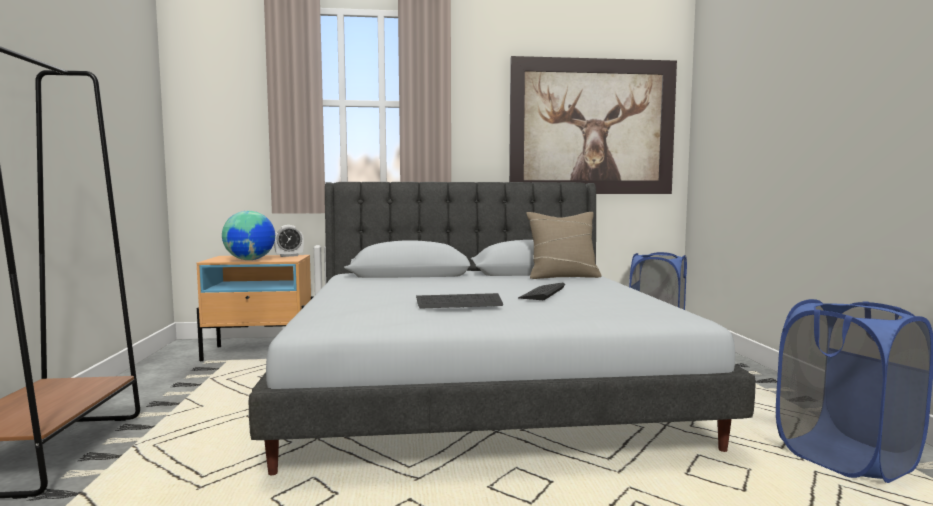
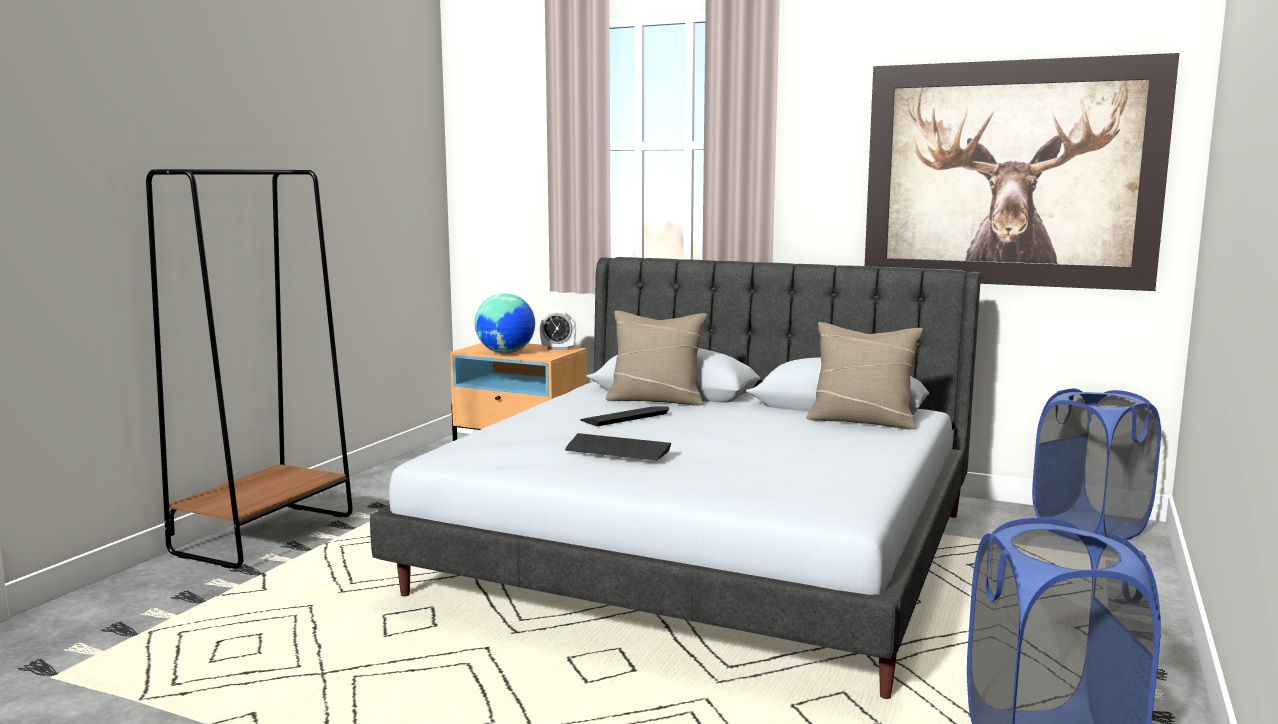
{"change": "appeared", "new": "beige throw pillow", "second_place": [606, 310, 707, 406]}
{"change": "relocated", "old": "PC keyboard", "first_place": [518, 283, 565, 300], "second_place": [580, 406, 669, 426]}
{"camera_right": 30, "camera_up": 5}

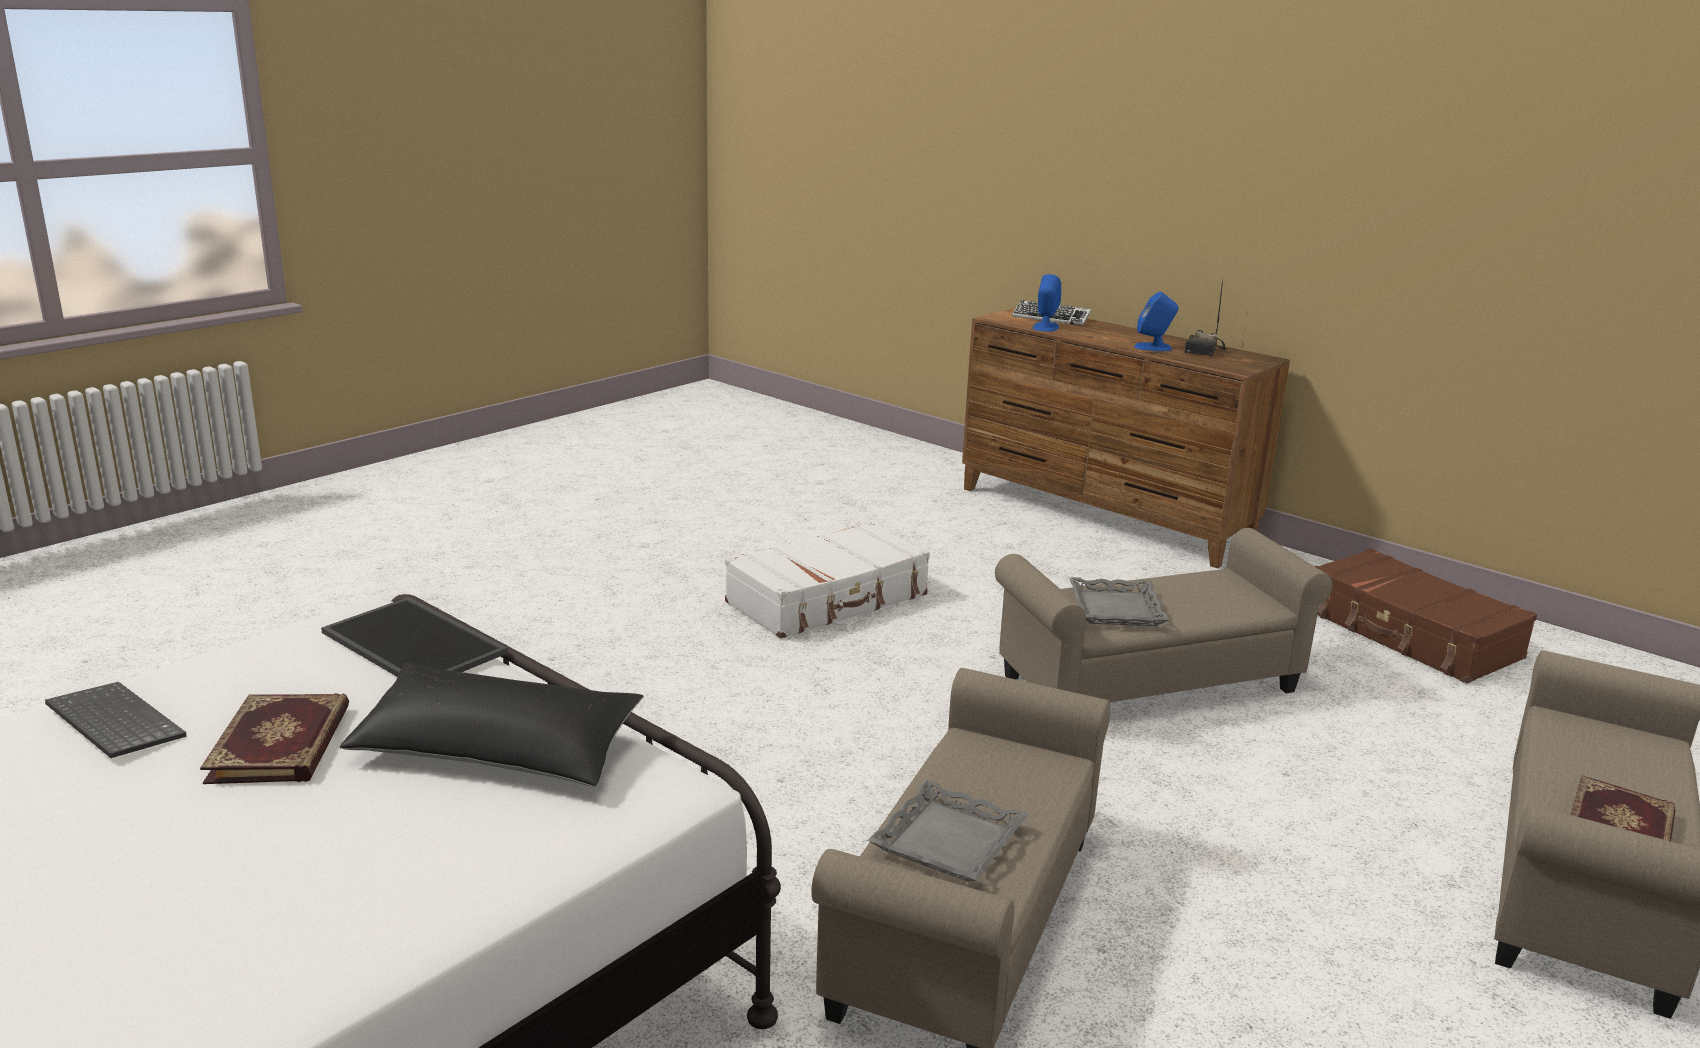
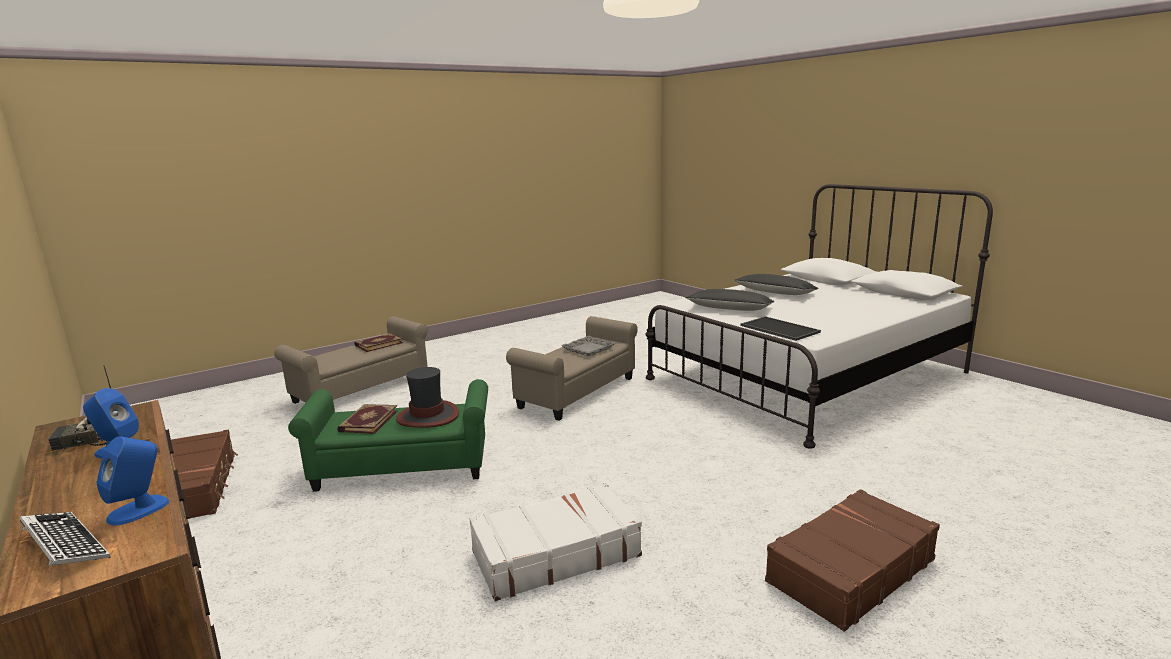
{"change": "missing", "old": "PC keyboard", "first_place": [45, 682, 186, 758]}
{"change": "appeared", "new": "black-coloured throw pillow", "second_place": [734, 274, 819, 295]}
{"change": "appeared", "new": "brown suitcase", "second_place": [765, 489, 940, 631]}
{"change": "relocated", "old": "bound book", "first_place": [200, 693, 349, 784], "second_place": [337, 404, 398, 434]}
{"change": "exchanged", "old": "gray carrying tray", "new": "clothing hat", "first_place": [1069, 577, 1169, 626], "second_place": [396, 367, 459, 428]}
{"change": "colour", "old": "beige pouffe", "new": "green pouffe", "first_place": [995, 528, 1333, 702], "second_place": [288, 379, 488, 492]}
{"change": "spun", "old": "radio", "first_place": [1184, 279, 1225, 356], "second_place": [49, 366, 111, 451], "degrees": -150}
{"camera_right": -165, "camera_up": -5}

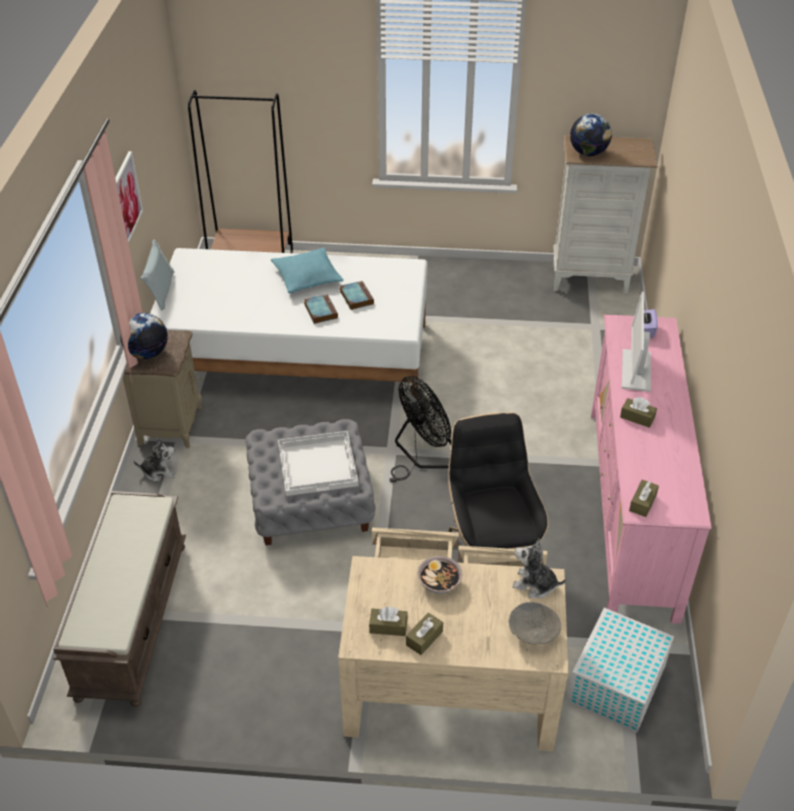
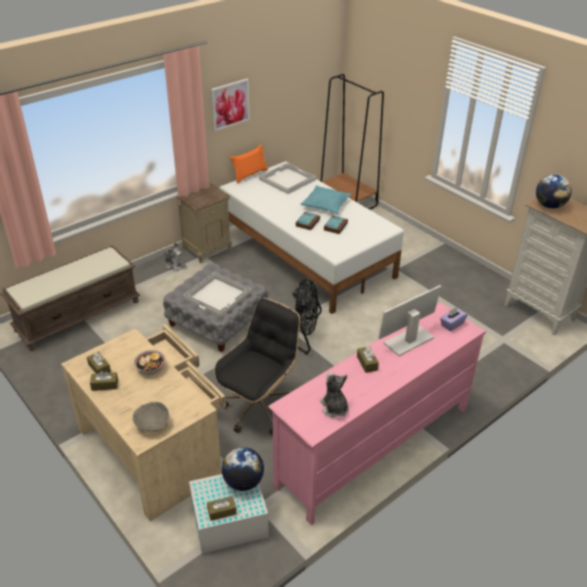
{"change": "appeared", "new": "whitish carrying tray", "second_place": [259, 163, 316, 194]}
{"change": "relocated", "old": "world globe", "first_place": [120, 313, 168, 359], "second_place": [221, 447, 264, 491]}
{"change": "relocated", "old": "soft toy", "first_place": [512, 538, 566, 598], "second_place": [320, 372, 349, 418]}
{"change": "relocated", "old": "brown tissue box", "first_place": [629, 480, 659, 517], "second_place": [207, 496, 236, 521]}
{"change": "colour", "old": "blue throw pillow", "new": "orange throw pillow", "first_place": [141, 239, 174, 310], "second_place": [230, 145, 268, 183]}
{"camera_right": 45, "camera_up": -5}

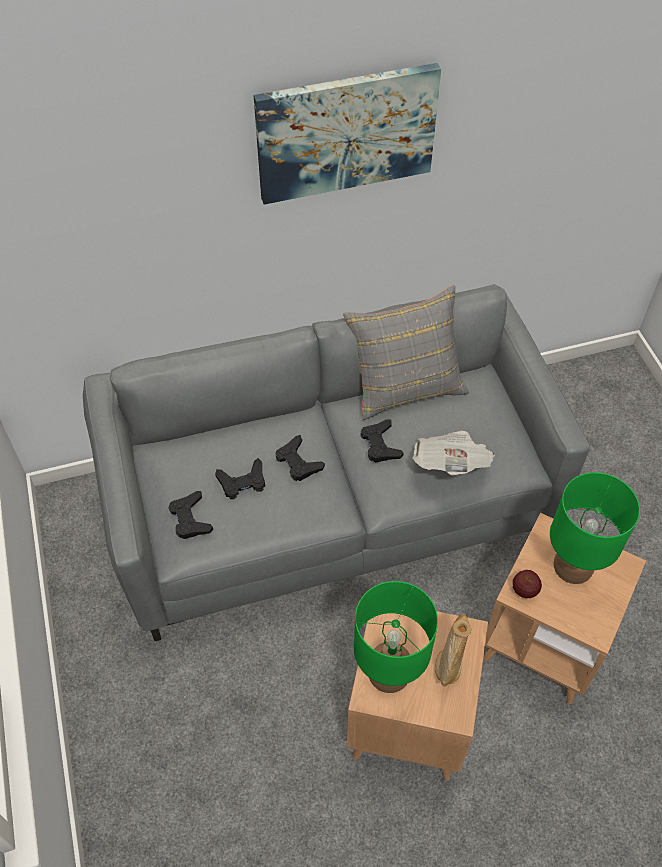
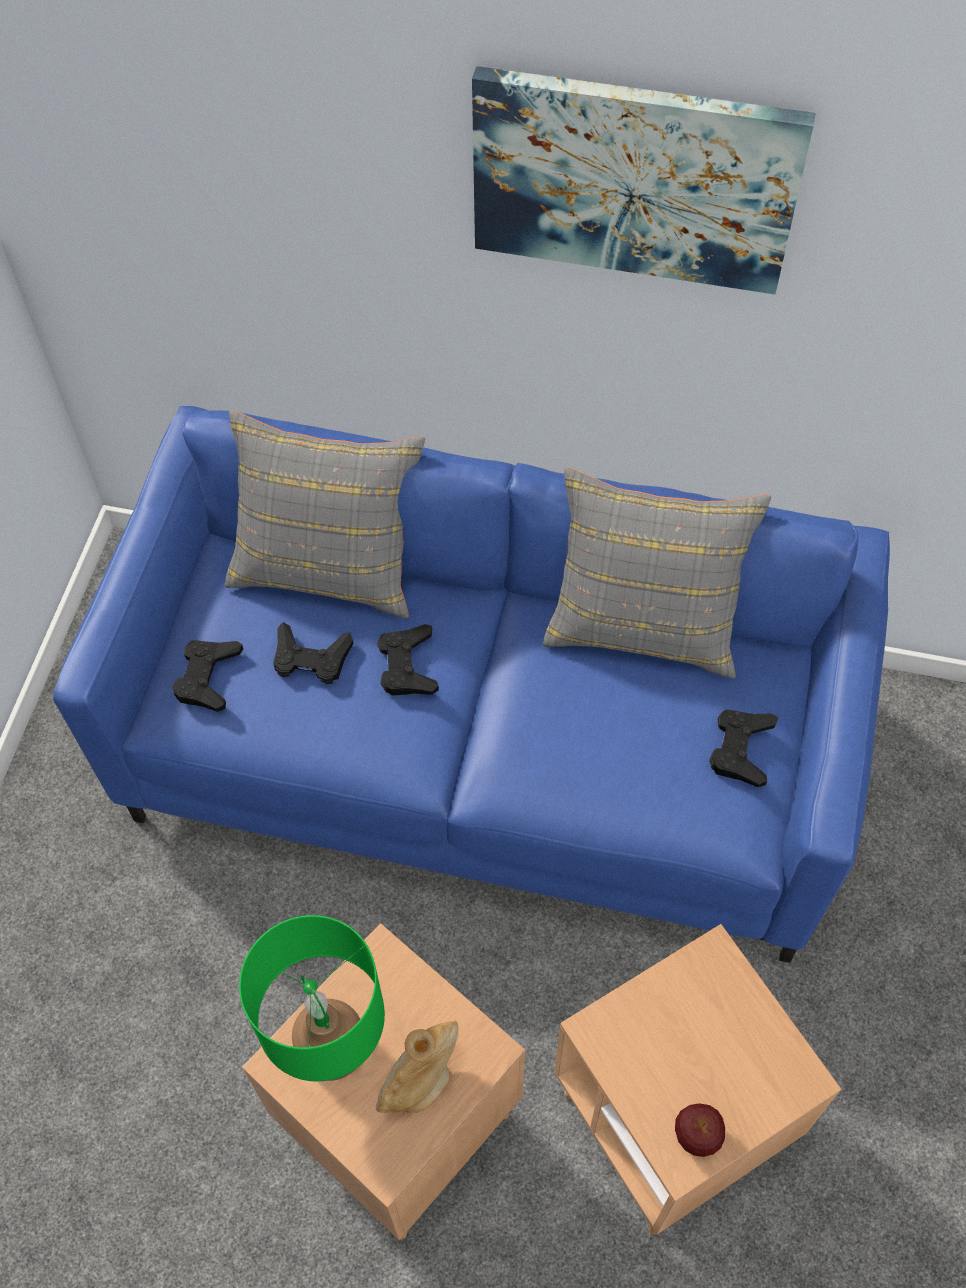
{"change": "missing", "old": "daily paper", "first_place": [413, 431, 495, 475]}
{"change": "missing", "old": "green table lamp", "first_place": [550, 472, 640, 584]}
{"change": "appeared", "new": "gray throw pillow", "second_place": [225, 410, 425, 618]}
{"change": "relocated", "old": "black-coloured gamepad", "first_place": [361, 419, 403, 462], "second_place": [709, 710, 778, 787]}
{"change": "relocated", "old": "apple", "first_place": [512, 570, 542, 598], "second_place": [675, 1103, 725, 1157]}
{"change": "colour", "old": "gray couch", "new": "blue couch", "first_place": [83, 284, 590, 641], "second_place": [53, 406, 890, 963]}
{"camera_right": 30, "camera_up": 5}

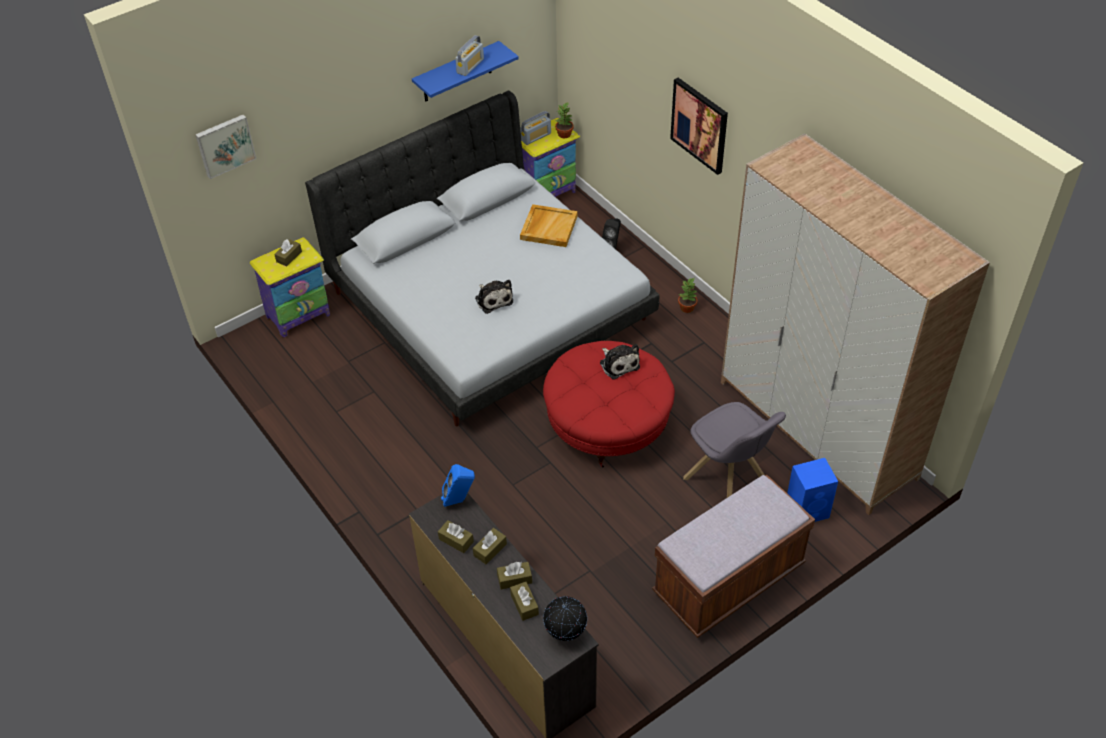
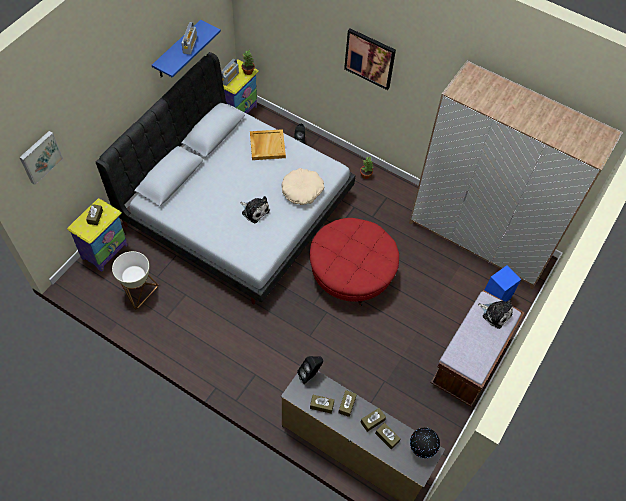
{"change": "missing", "old": "gray plain chair", "first_place": [683, 402, 786, 498]}
{"change": "appeared", "new": "plant pot", "second_place": [112, 251, 158, 309]}
{"change": "appeared", "new": "beige throw pillow", "second_place": [282, 168, 324, 205]}
{"change": "relocated", "old": "soft toy", "first_place": [600, 344, 640, 380], "second_place": [478, 299, 513, 329]}
{"change": "colour", "old": "blue speaker", "new": "black-coloured speaker", "first_place": [441, 464, 475, 507], "second_place": [297, 356, 323, 384]}
{"camera_right": -25, "camera_up": 10}

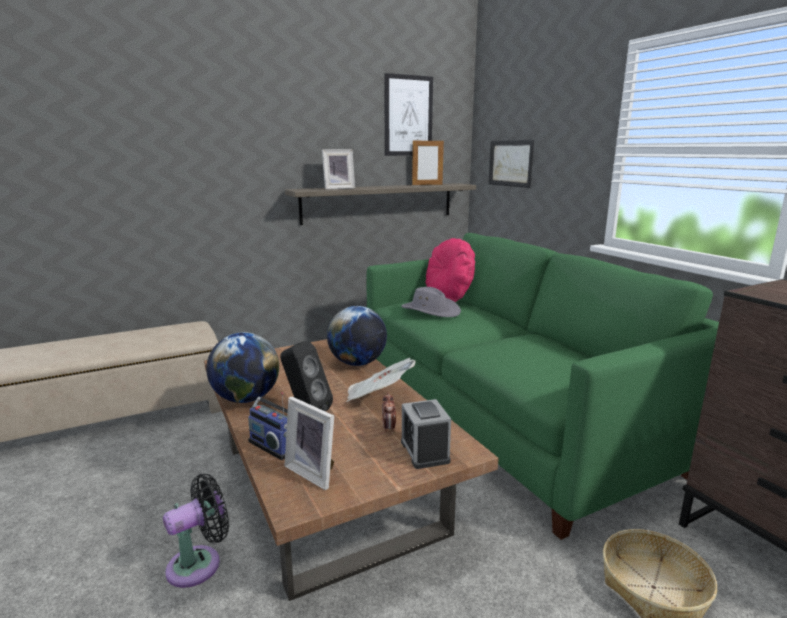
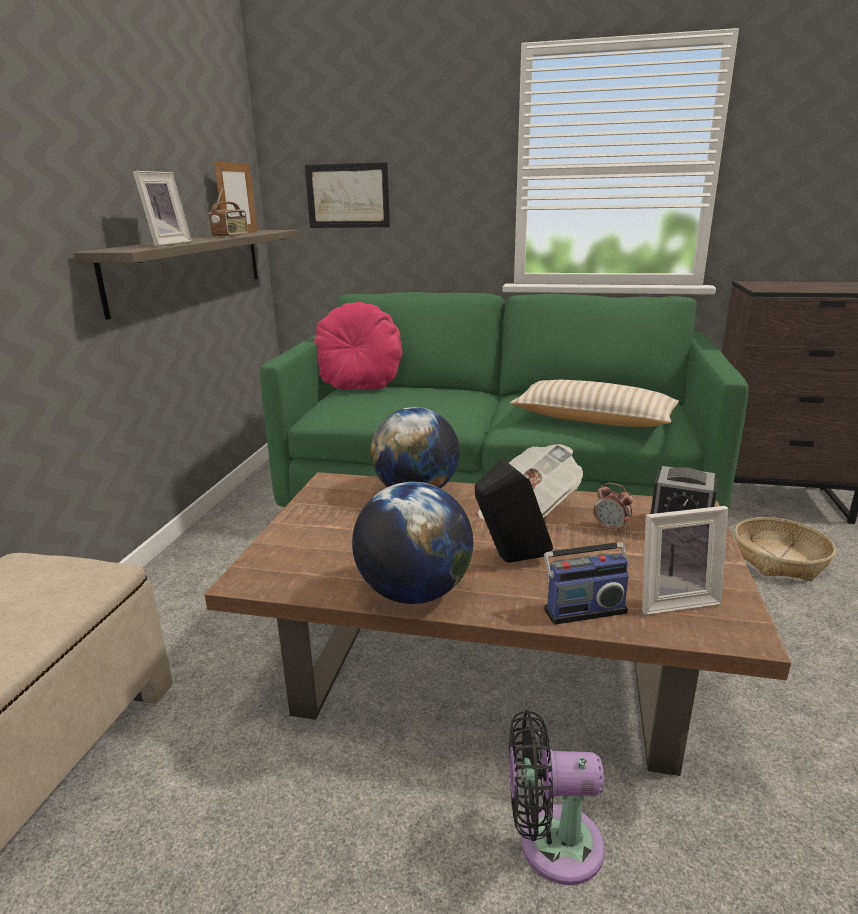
{"change": "missing", "old": "wall picture", "first_place": [384, 73, 433, 156]}
{"change": "missing", "old": "gray clothing hat", "first_place": [401, 287, 461, 317]}
{"change": "appeared", "new": "radio", "second_place": [208, 188, 248, 237]}
{"change": "appeared", "new": "beige throw pillow", "second_place": [510, 380, 679, 427]}
{"change": "spun", "old": "black-coloured cooling fan", "first_place": [163, 474, 229, 588], "second_place": [509, 710, 605, 885], "degrees": -90}
{"camera_right": -50, "camera_up": 5}

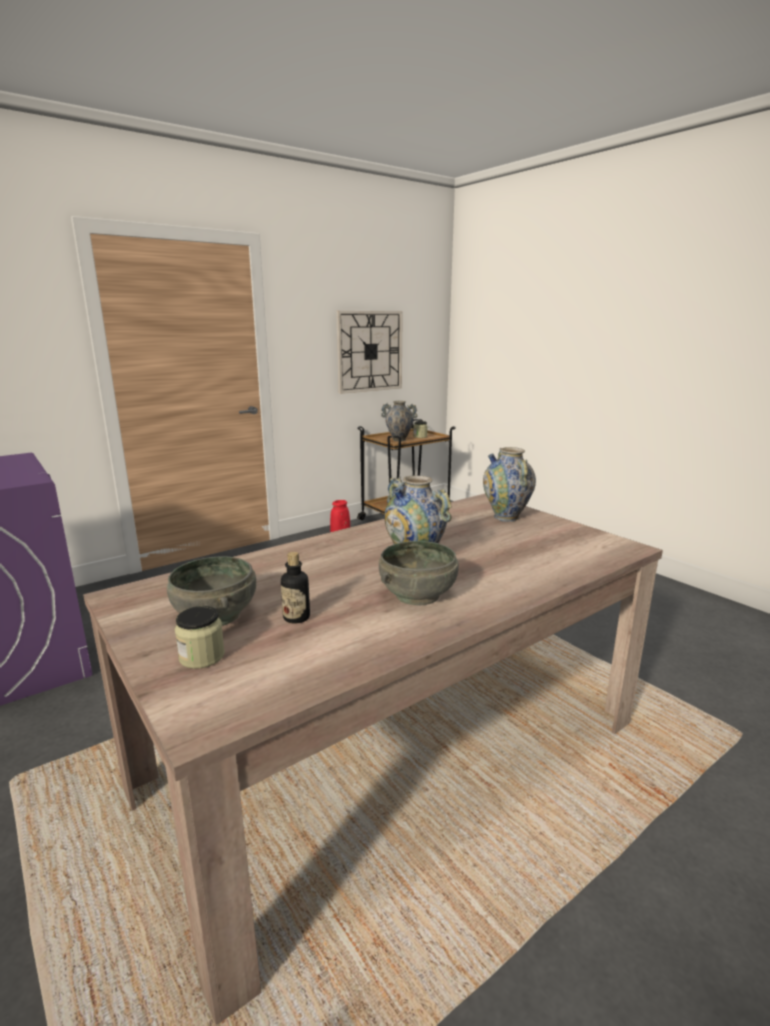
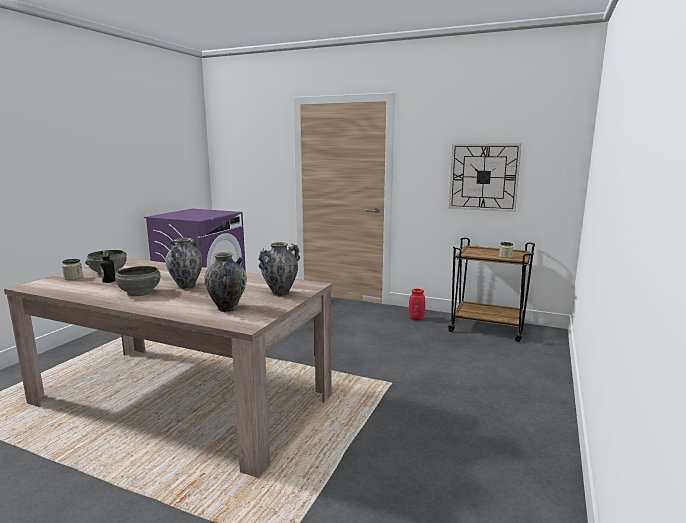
{"change": "relocated", "old": "flower vase", "first_place": [381, 401, 417, 441], "second_place": [204, 252, 247, 312]}
{"camera_right": 60, "camera_up": -5}

